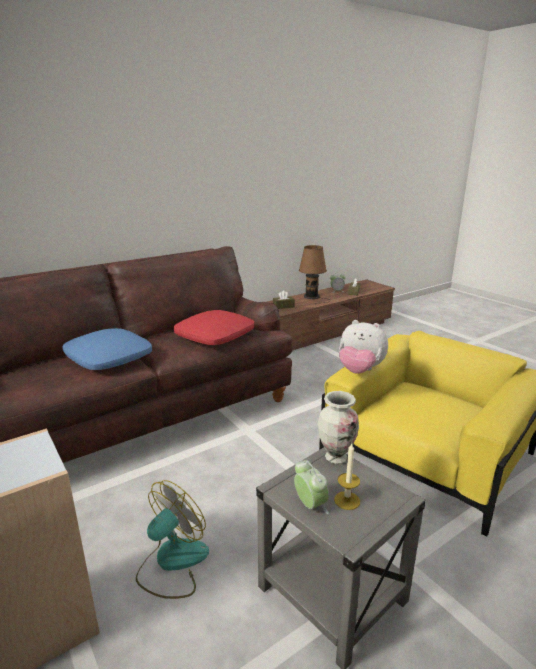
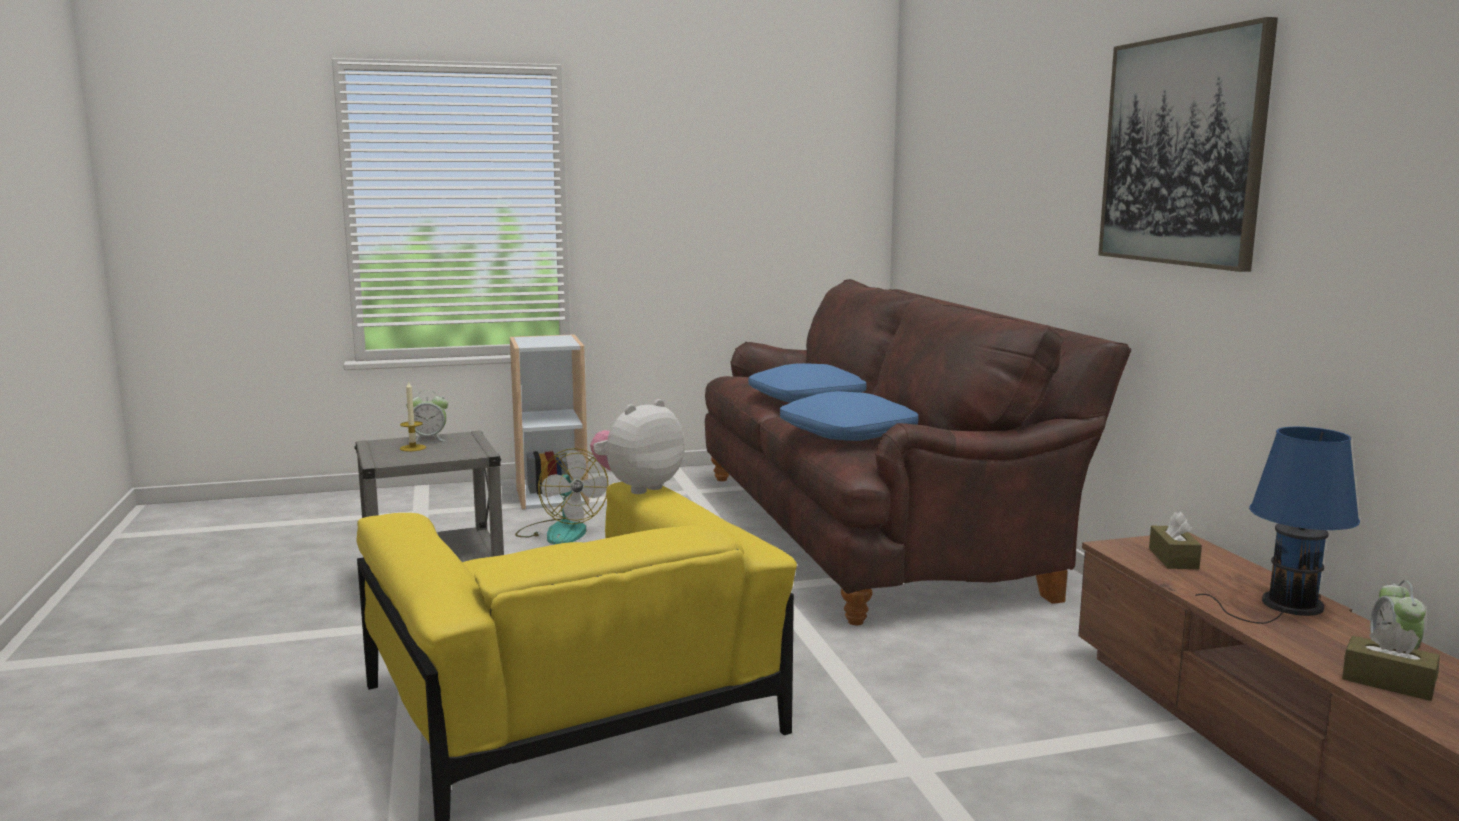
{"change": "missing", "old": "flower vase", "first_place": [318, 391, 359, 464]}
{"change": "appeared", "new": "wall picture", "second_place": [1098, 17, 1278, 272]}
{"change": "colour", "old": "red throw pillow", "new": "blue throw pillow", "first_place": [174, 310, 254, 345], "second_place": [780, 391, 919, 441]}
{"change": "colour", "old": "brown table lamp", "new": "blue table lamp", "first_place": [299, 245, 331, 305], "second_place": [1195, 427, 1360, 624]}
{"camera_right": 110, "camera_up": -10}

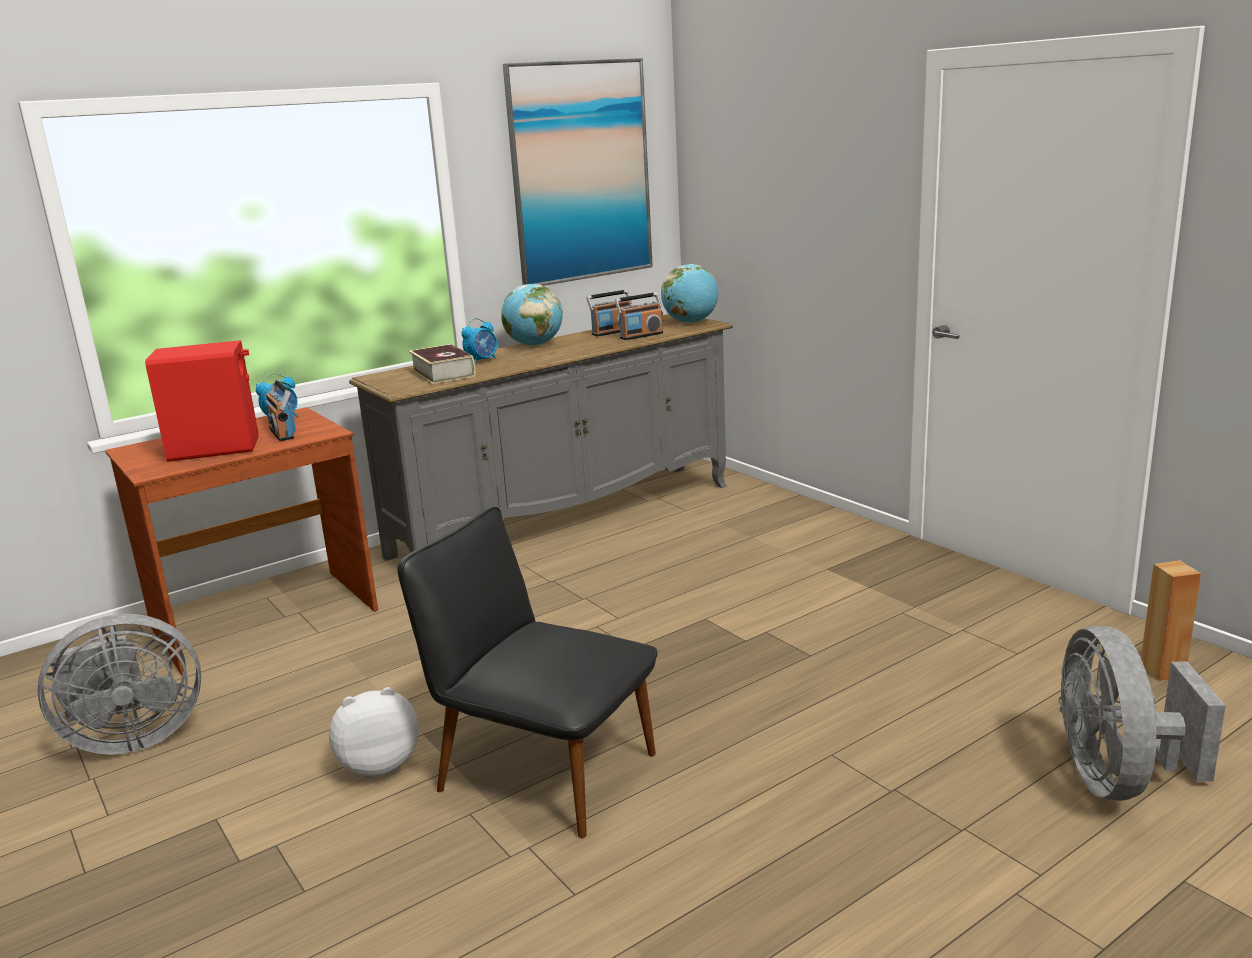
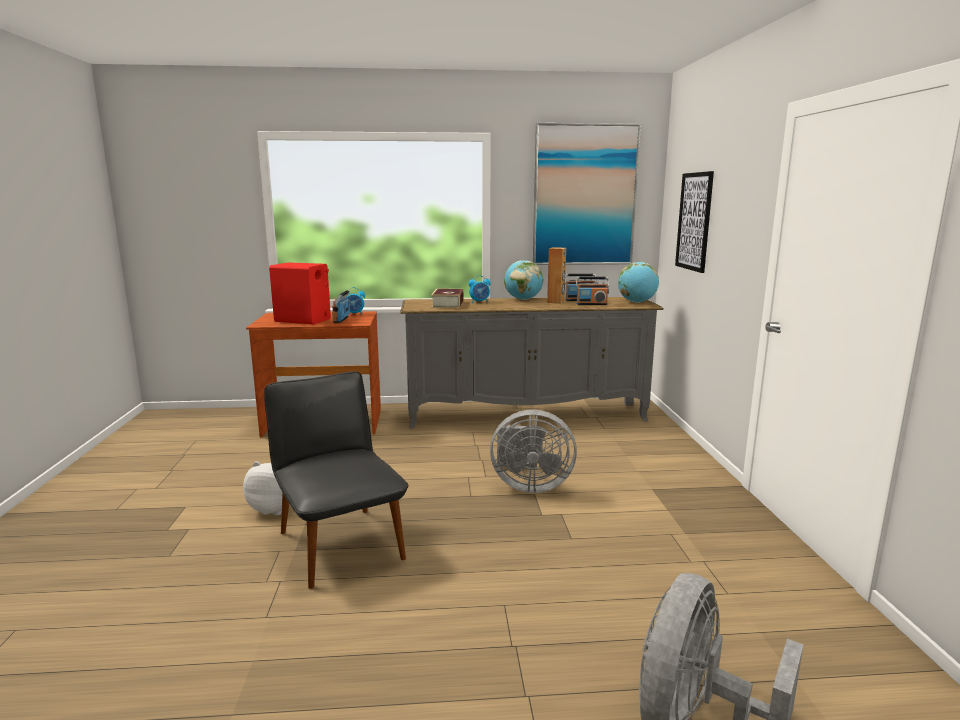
{"change": "appeared", "new": "wall picture", "second_place": [675, 171, 714, 273]}
{"change": "relocated", "old": "gray cooling fan", "first_place": [37, 614, 201, 755], "second_place": [490, 410, 577, 493]}
{"change": "relocated", "old": "brown speaker", "first_place": [1141, 560, 1201, 681], "second_place": [547, 247, 566, 304]}
{"camera_right": 30, "camera_up": -5}

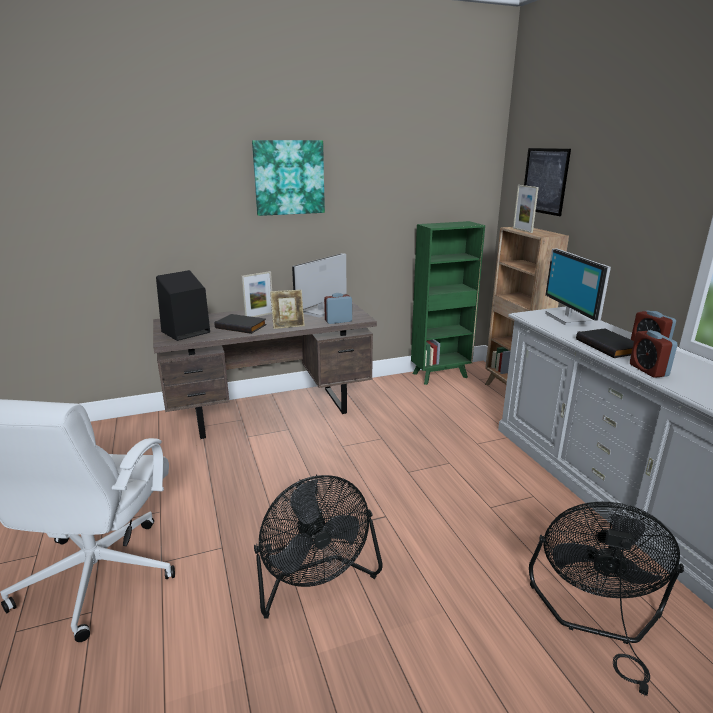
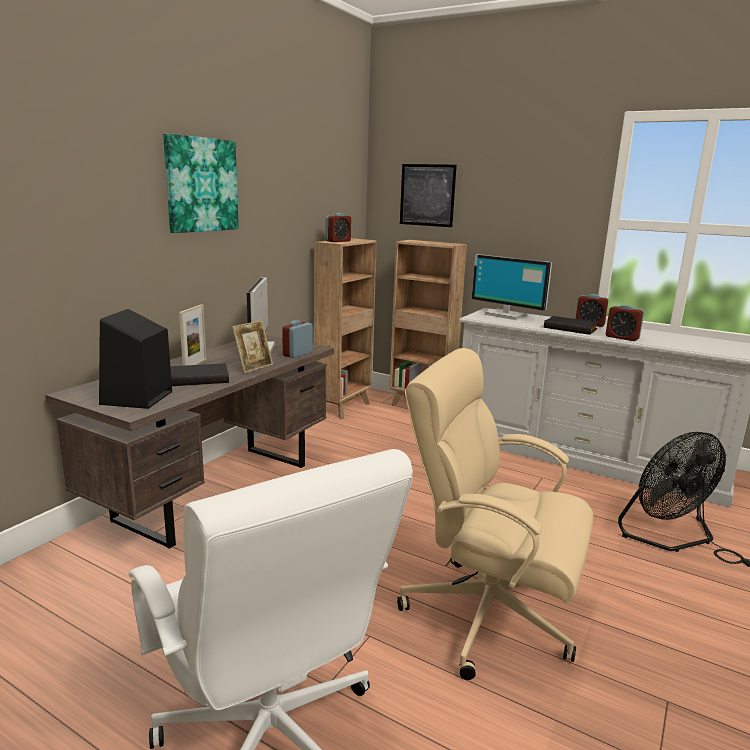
{"change": "missing", "old": "photo frame", "first_place": [513, 185, 539, 233]}
{"change": "appeared", "new": "alarm clock", "second_place": [325, 213, 351, 242]}
{"change": "exchanged", "old": "black-coloured cooling fan", "new": "beige desk chair", "first_place": [254, 474, 383, 619], "second_place": [397, 348, 593, 680]}
{"change": "colour", "old": "green shelving unit", "new": "brown shelving unit", "first_place": [411, 221, 485, 385], "second_place": [314, 238, 377, 419]}
{"camera_right": -40, "camera_up": -5}

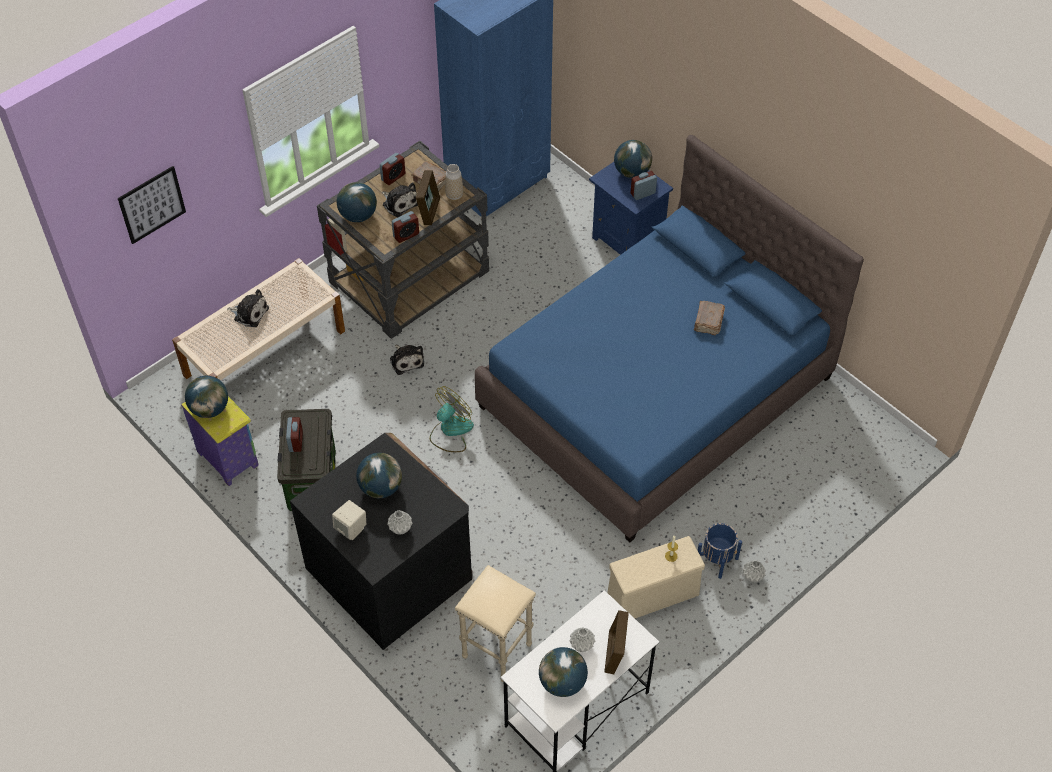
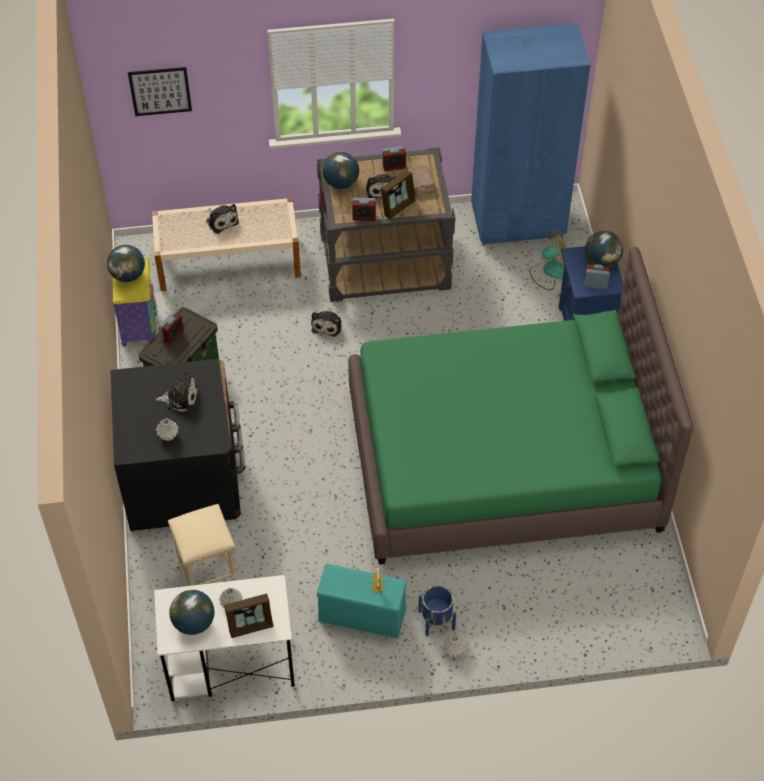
{"change": "missing", "old": "beige speaker", "first_place": [332, 500, 366, 540]}
{"change": "missing", "old": "flower vase", "first_place": [445, 164, 463, 201]}
{"change": "missing", "old": "brown bound book", "first_place": [694, 301, 725, 335]}
{"change": "relocated", "old": "cooling fan", "first_place": [430, 386, 474, 452], "second_place": [530, 230, 567, 290]}
{"change": "exchanged", "old": "world globe", "new": "soft toy", "first_place": [356, 453, 402, 498], "second_place": [156, 372, 198, 412]}
{"change": "colour", "old": "blue bed", "new": "green bed", "first_place": [475, 135, 864, 543], "second_place": [348, 247, 693, 565]}
{"change": "colour", "old": "beige storage container", "new": "blue-green storage container", "first_place": [607, 536, 705, 618], "second_place": [317, 564, 407, 638]}
{"change": "spun", "old": "photo frame", "first_place": [604, 610, 629, 674], "second_place": [224, 593, 273, 638], "degrees": -150}
{"camera_right": 35, "camera_up": 0}

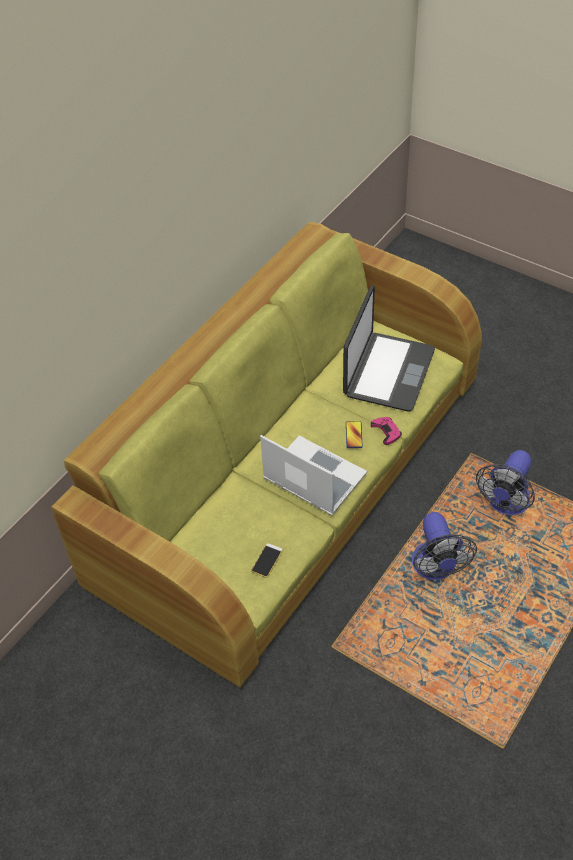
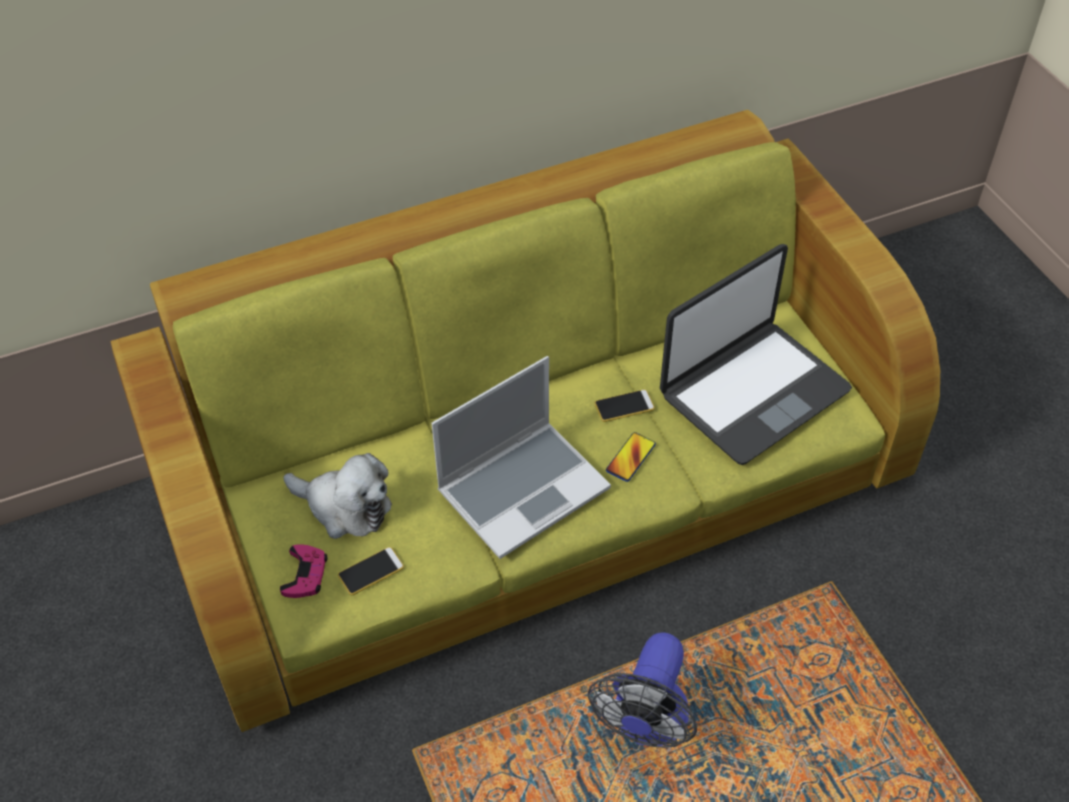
{"change": "missing", "old": "cooling fan", "first_place": [476, 450, 535, 515]}
{"change": "appeared", "new": "soft toy", "second_place": [283, 453, 392, 539]}
{"change": "appeared", "new": "telephone", "second_place": [594, 389, 655, 422]}
{"change": "relocated", "old": "pink-coloured gamepad", "first_place": [371, 417, 402, 445], "second_place": [280, 545, 328, 598]}
{"change": "spun", "old": "laptop", "first_place": [260, 435, 367, 515], "second_place": [431, 356, 611, 559], "degrees": 75}
{"camera_right": 30, "camera_up": 0}

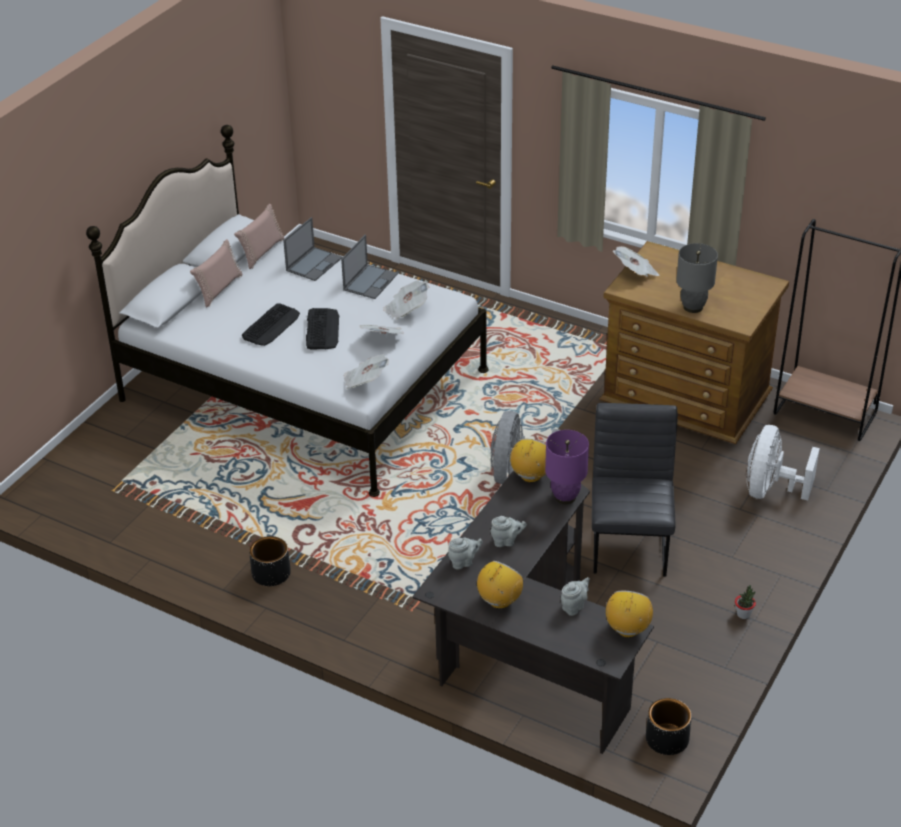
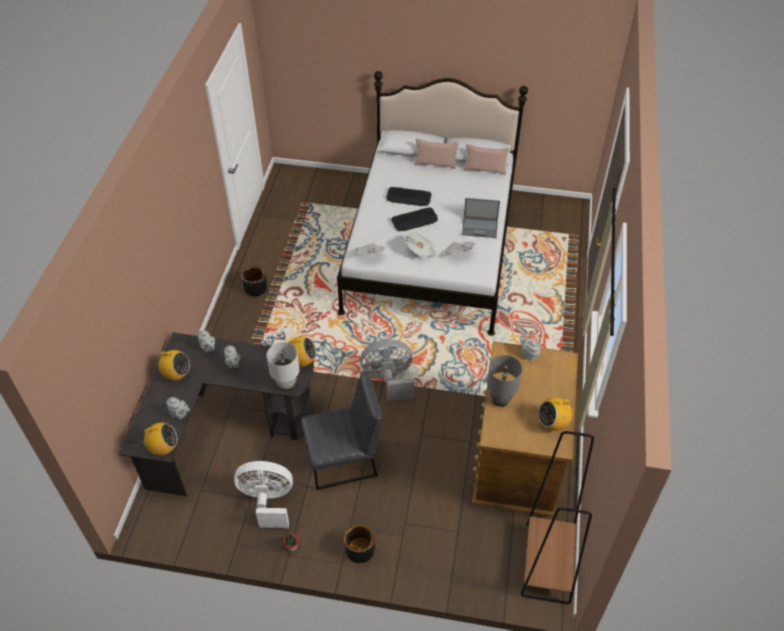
{"change": "missing", "old": "laptop", "first_place": [283, 217, 342, 281]}
{"change": "appeared", "new": "radio", "second_place": [538, 397, 572, 431]}
{"change": "relocated", "old": "black-coloured plant pot", "first_place": [646, 698, 692, 755], "second_place": [344, 524, 375, 563]}
{"change": "relocated", "old": "whitish cooling fan", "first_place": [747, 425, 820, 500], "second_place": [234, 461, 293, 528]}
{"change": "exchanged", "old": "daily paper", "new": "gray pot for tea", "first_place": [613, 246, 659, 277], "second_place": [520, 335, 541, 361]}
{"change": "colour", "old": "purple table lamp", "new": "whitish table lamp", "first_place": [545, 430, 589, 504], "second_place": [267, 342, 300, 391]}
{"camera_right": 70, "camera_up": 10}

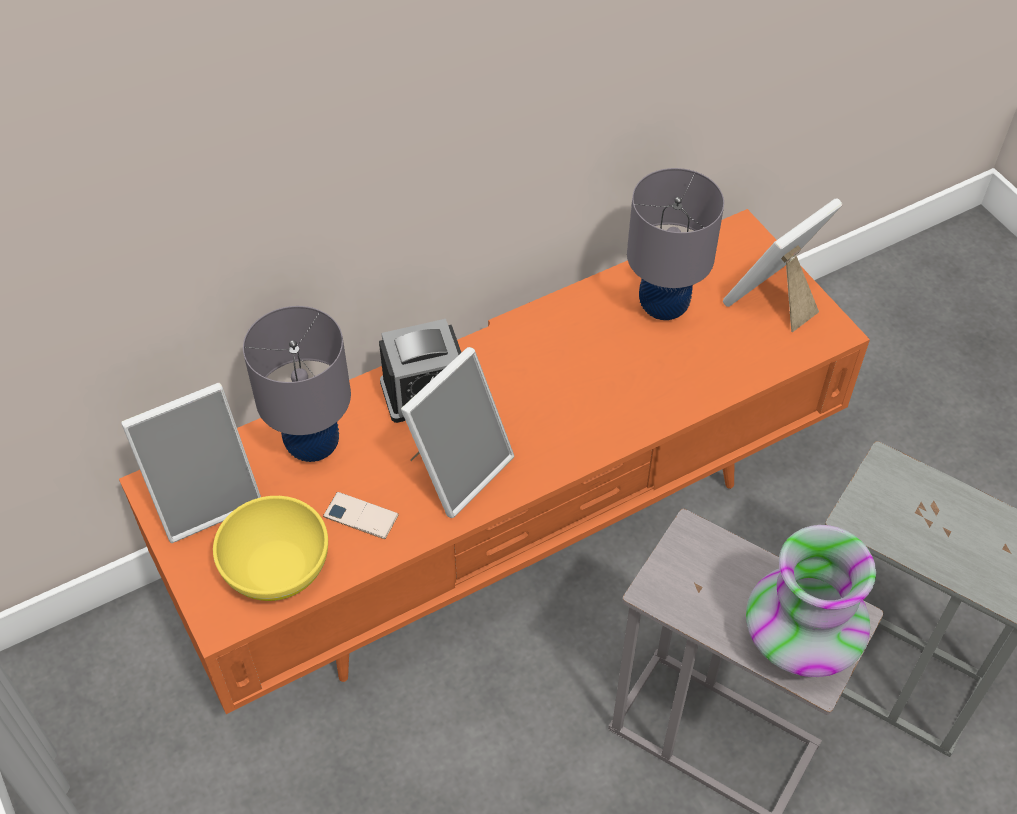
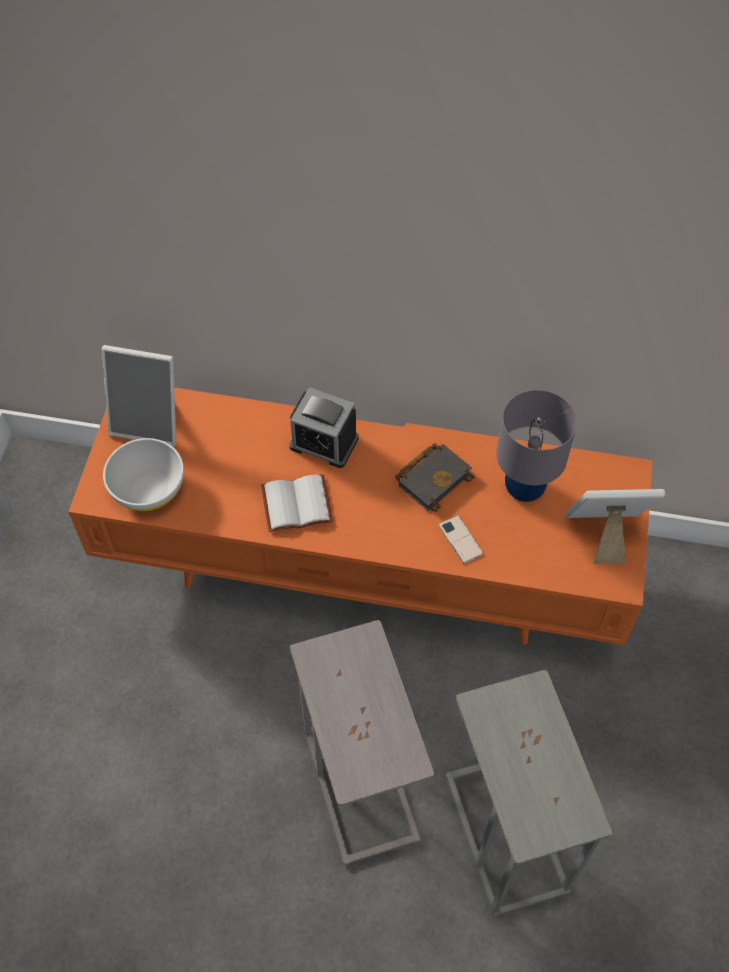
{"change": "missing", "old": "gray table lamp", "first_place": [243, 306, 351, 462]}
{"change": "missing", "old": "flower vase", "first_place": [746, 525, 876, 677]}
{"change": "appeared", "new": "black-coloured bound book", "second_place": [395, 443, 475, 512]}
{"change": "relocated", "old": "telephone", "first_place": [323, 492, 399, 539], "second_place": [438, 515, 484, 564]}
{"change": "exchanged", "old": "photo frame", "new": "whitish bound book", "first_place": [401, 347, 514, 518], "second_place": [261, 475, 333, 532]}
{"change": "colour", "old": "yellowish serving bowl", "new": "whitish serving bowl", "first_place": [213, 496, 328, 601], "second_place": [103, 438, 184, 511]}
{"camera_right": 40, "camera_up": 5}

